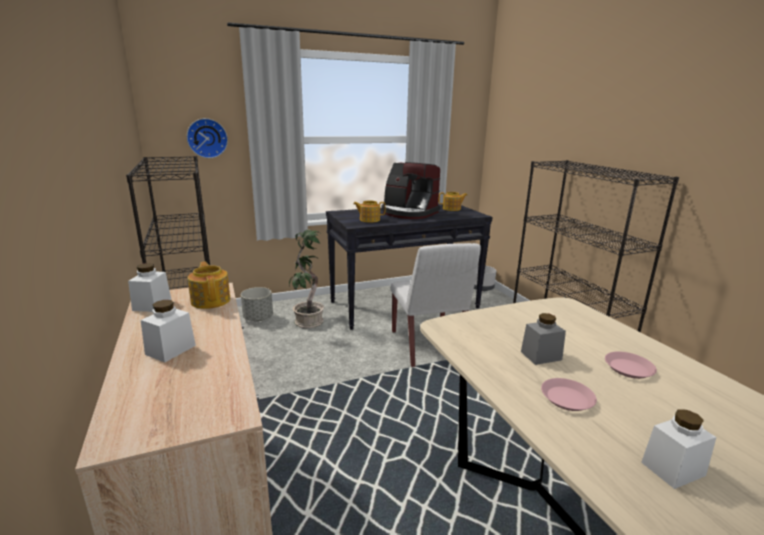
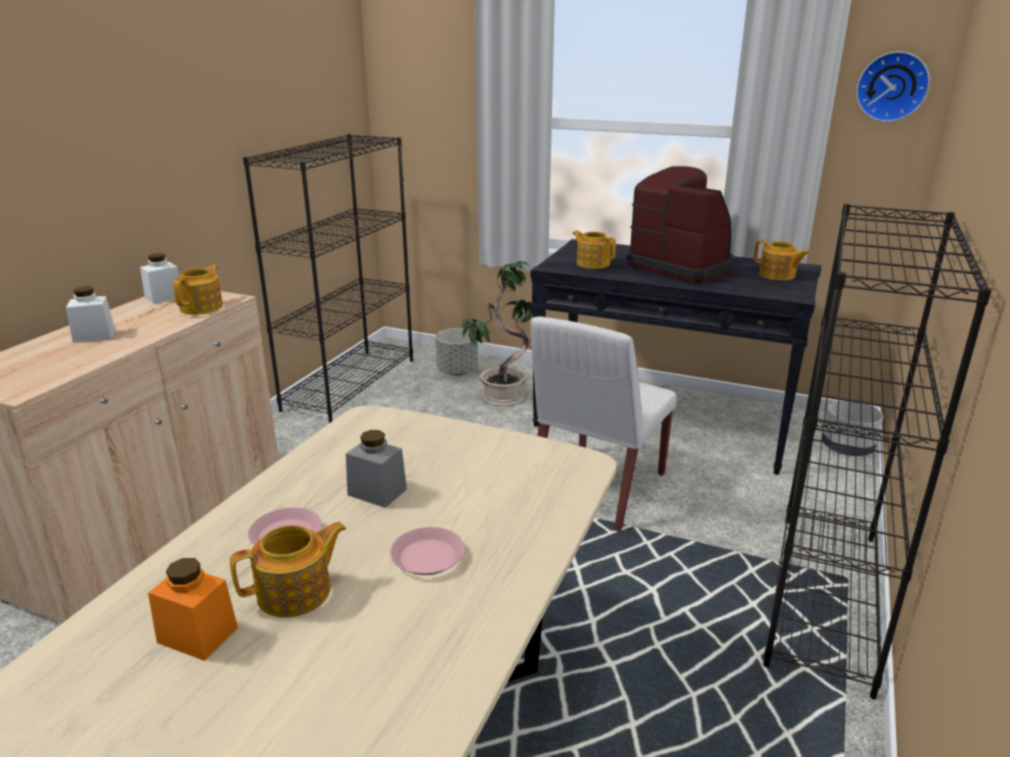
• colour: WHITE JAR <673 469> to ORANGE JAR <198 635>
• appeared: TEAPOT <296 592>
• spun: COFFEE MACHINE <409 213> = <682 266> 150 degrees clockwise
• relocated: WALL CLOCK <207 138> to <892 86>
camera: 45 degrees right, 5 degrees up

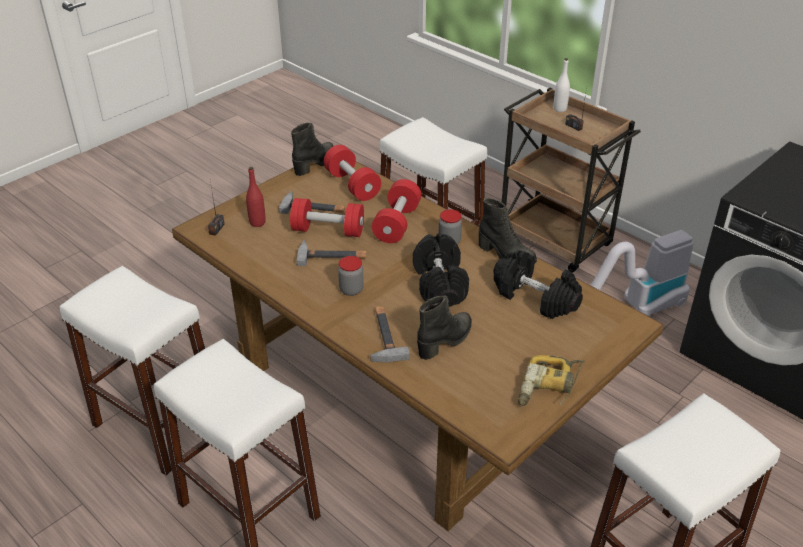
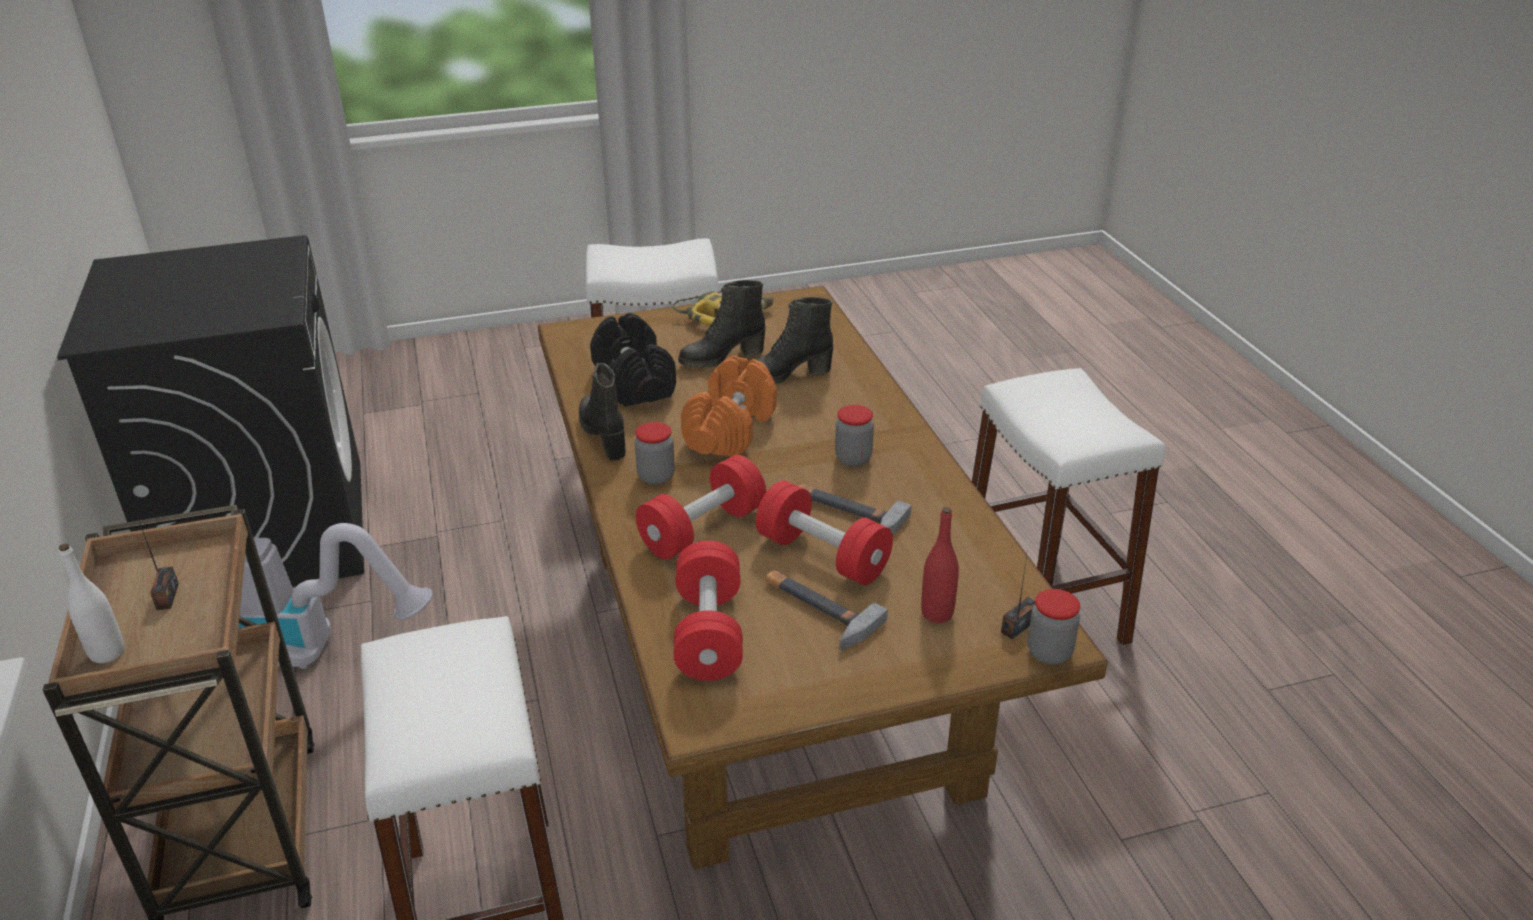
• relocated: BLACK BOOT <315 164> to <721 358>
• colour: BLACK DUMBBELL <439 284> to ORANGE DUMBBELL <730 430>
• appeared: JAR <1049 653>
• missing: WHITE STOOL <158 425>
• missing: HAMMER <383 336>
camera: 150 degrees left, 5 degrees down

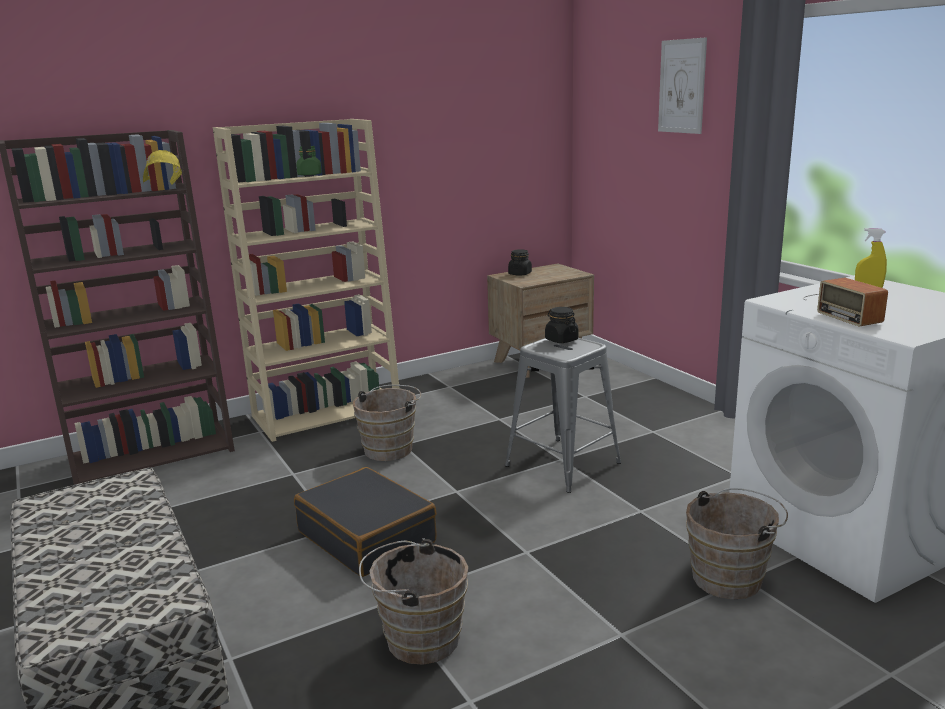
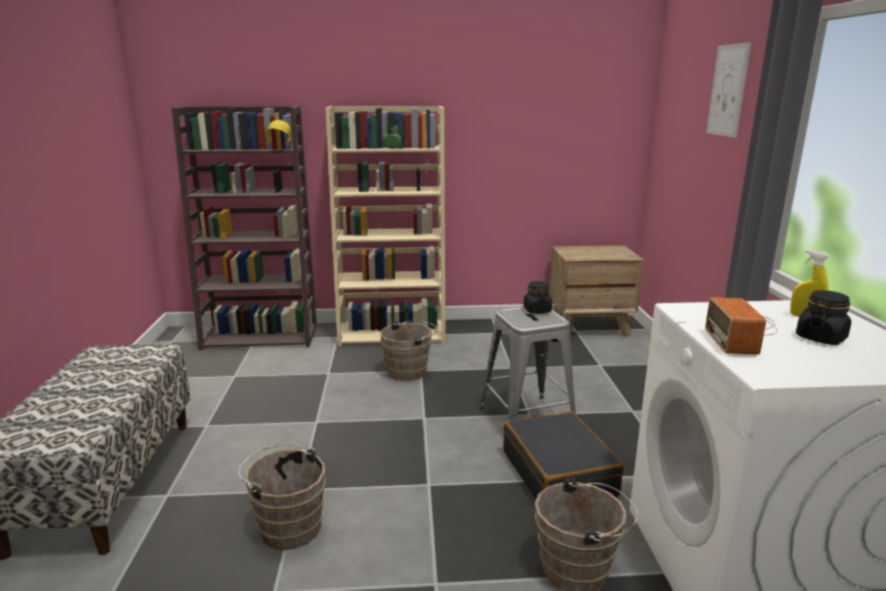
• relocated: BLACK SUITCASE <367 536> to <559 473>
• relocated: BLACK JAR <520 274> to <820 338>
camera: 25 degrees right, 0 degrees up

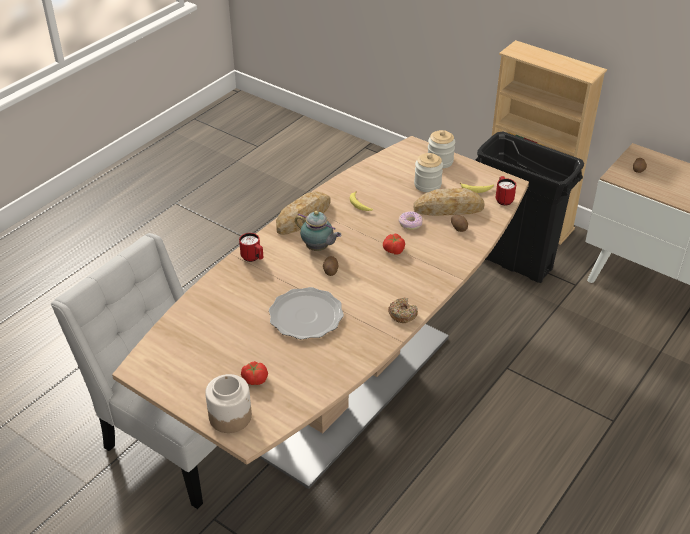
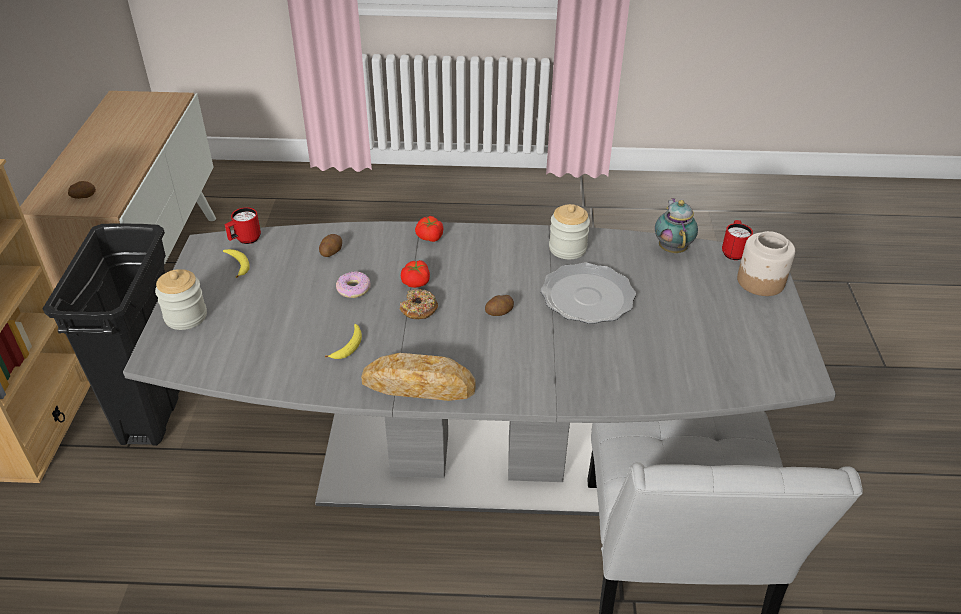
• colour: BROWN DINING TABLE <345 385> to GREY DINING TABLE <477 459>
• relocated: DONUT <402 314> to <419 309>
• relocated: TOMATO <255 379> to <429 237>
• relocated: JAR <427 185> to <567 248>
• relocated: TEAPOT <318 248> to <672 248>
• relocated: RED MUG <253 258> to <733 251>
• missing: BREAD <448 208>
camera: 125 degrees left, 0 degrees up

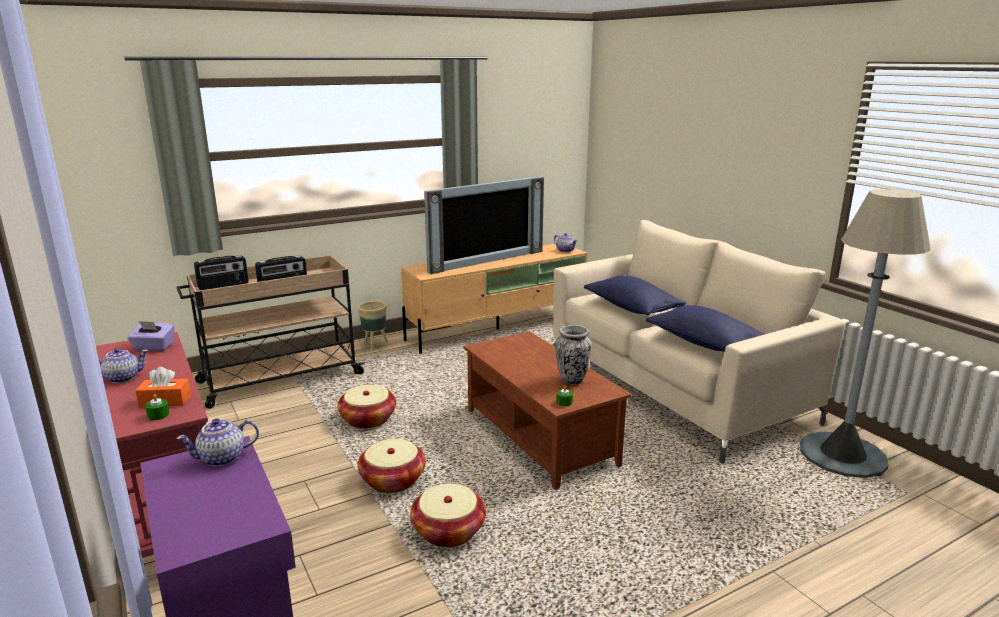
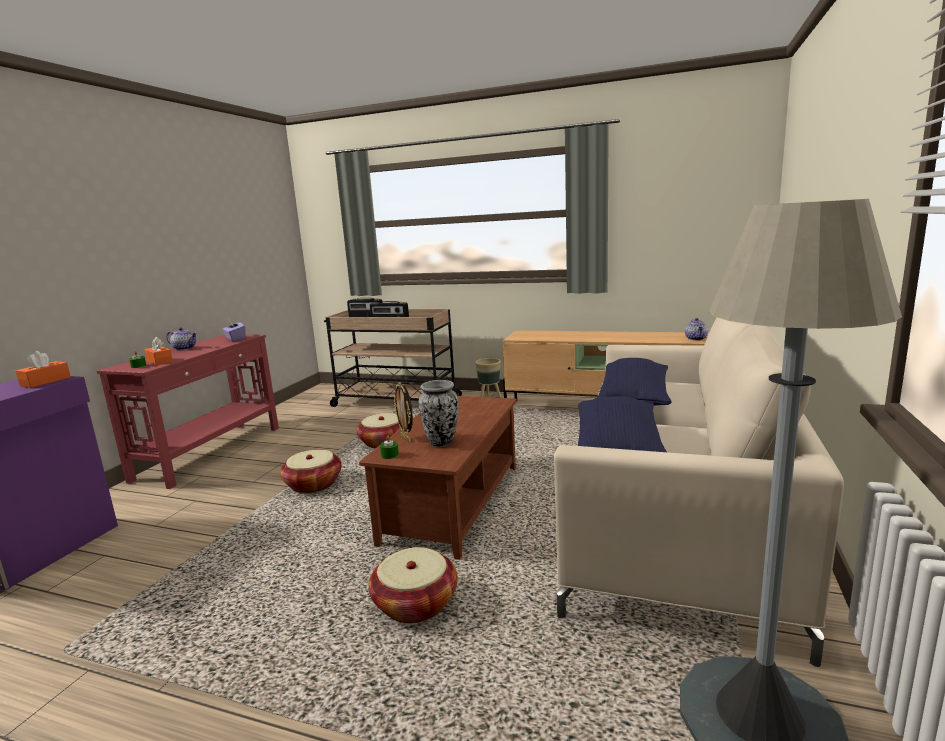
• exchanged: TEAPOT <221 458> to ORANGE TISSUE BOX <45 381>
• relocated: BASKET <449 531> to <415 604>
• appeared: PICTURE FRAME <406 439>
• missing: TELEVISION <484 260>
camera: 50 degrees right, 5 degrees down

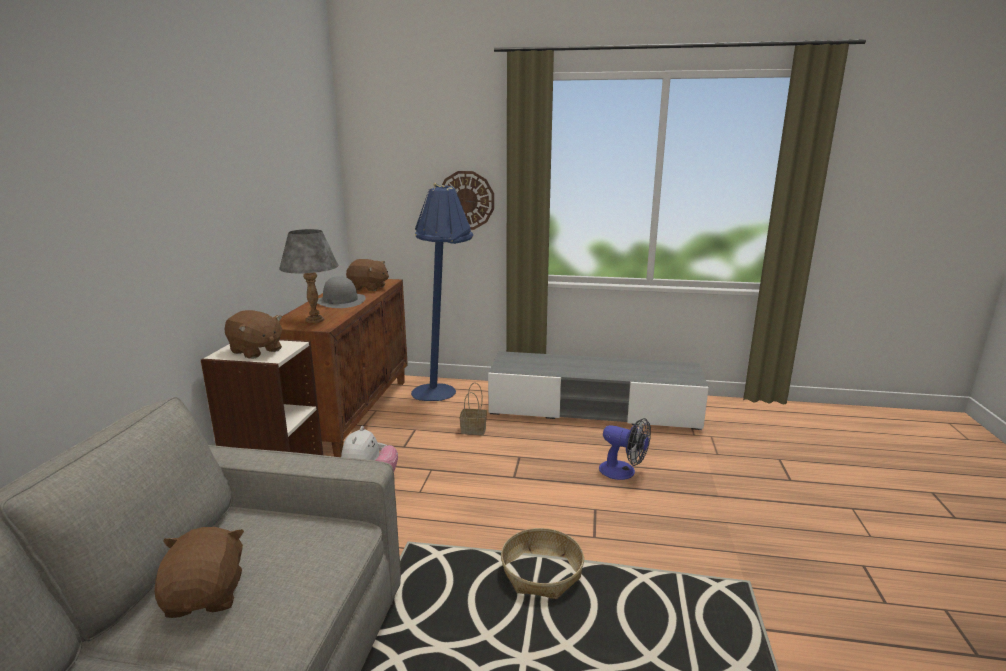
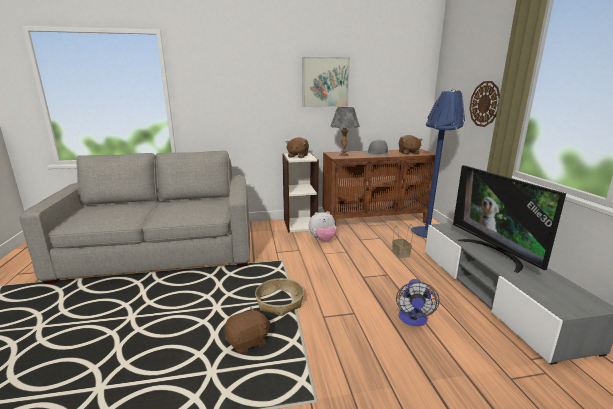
• relocated: BROWN PLUSH TOY <207 596> to <248 342>
• appeared: PICTURE <325 82>
• appeared: TELEVISION <495 253>
camera: 70 degrees right, 0 degrees up

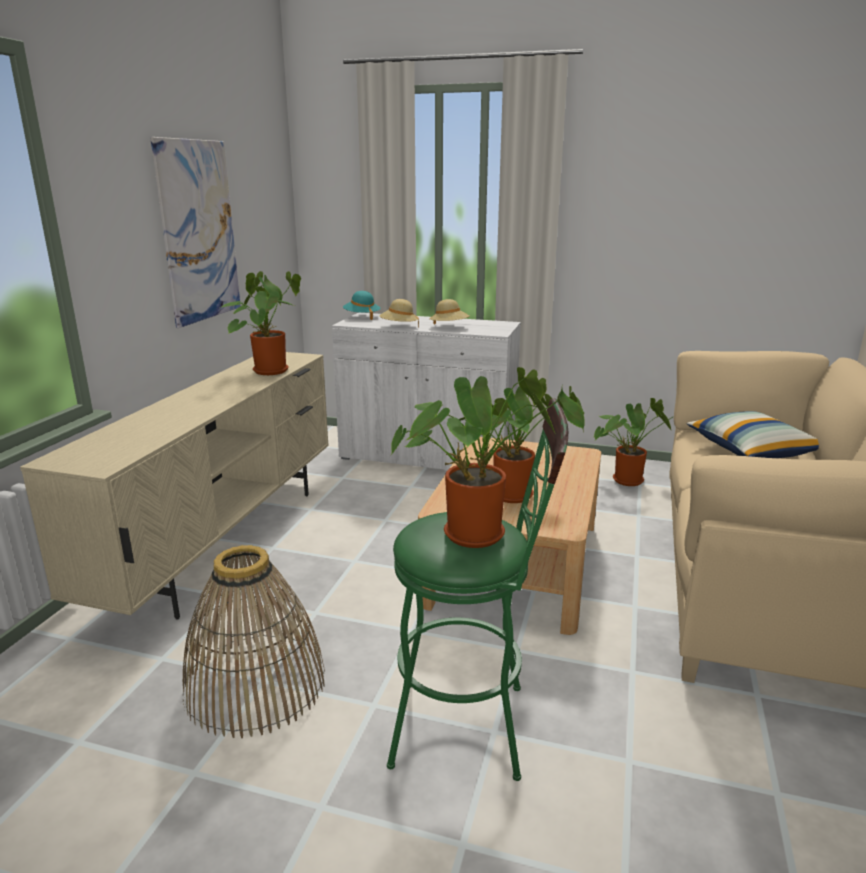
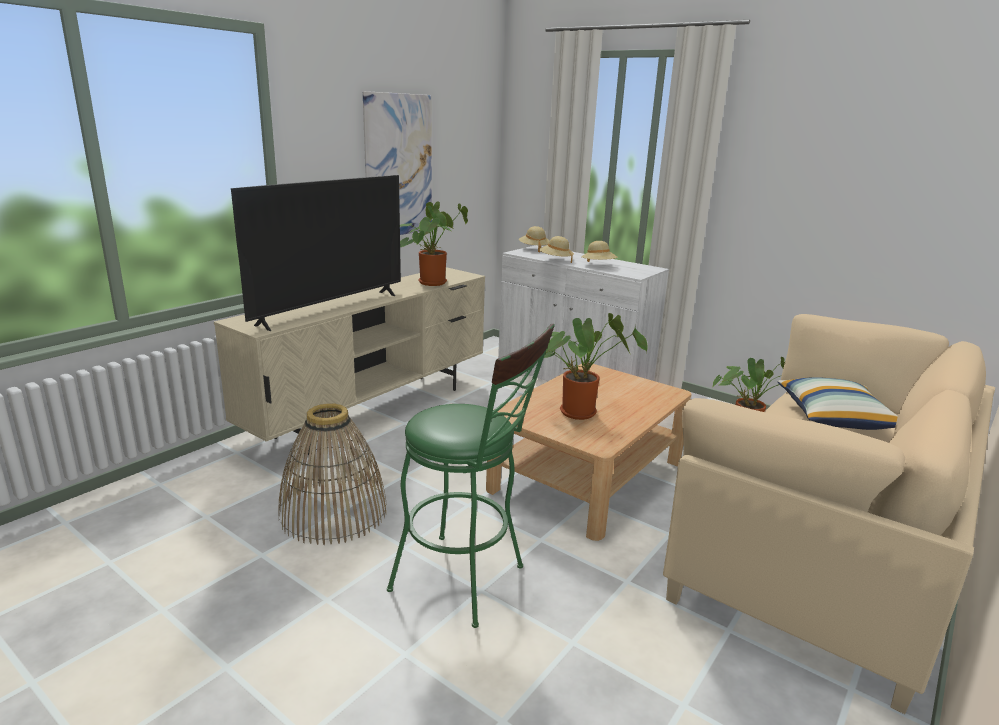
• appeared: TELEVISION <330 309>
• colour: TURQUOISE HAT <361 317> to BEIGE HAT <534 249>
• missing: POTTED PLANT <479 532>
camera: 20 degrees right, 0 degrees up

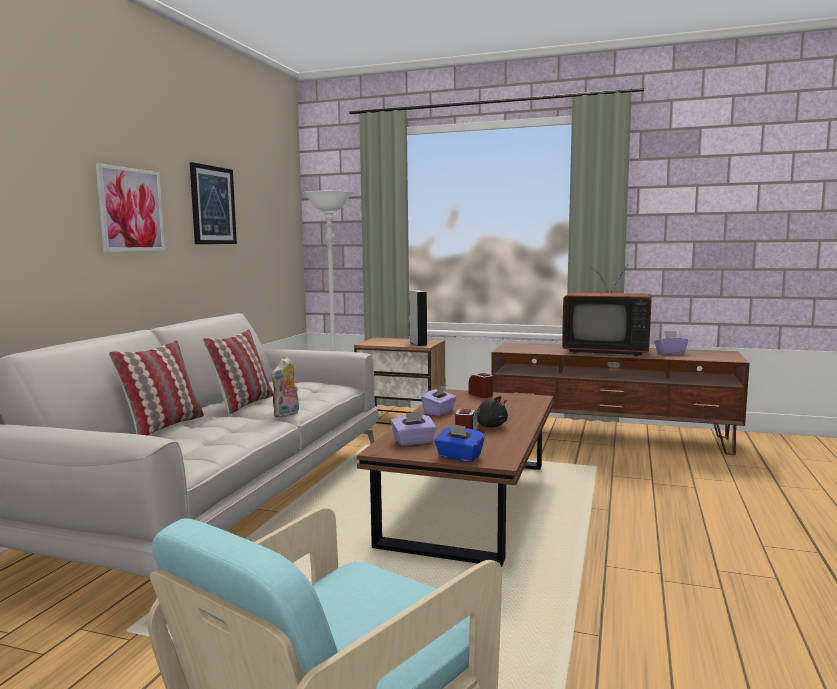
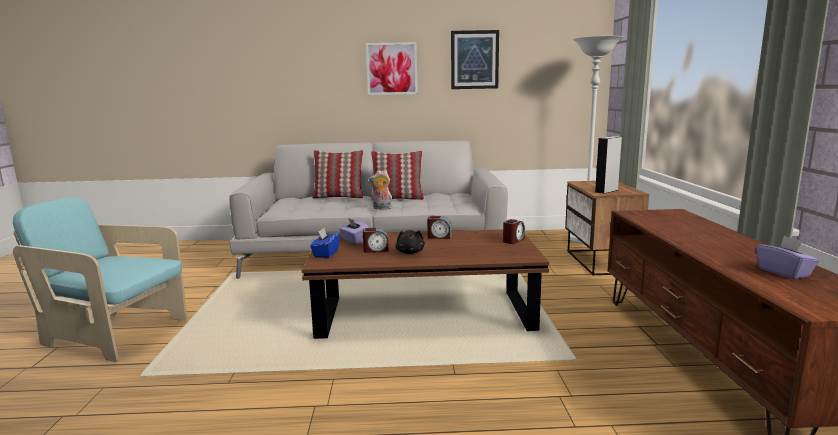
• exchanged: PURPLE TISSUE BOX <439 412> to ALARM CLOCK <439 237>
• missing: TELEVISION <605 351>
camera: 70 degrees right, 5 degrees up

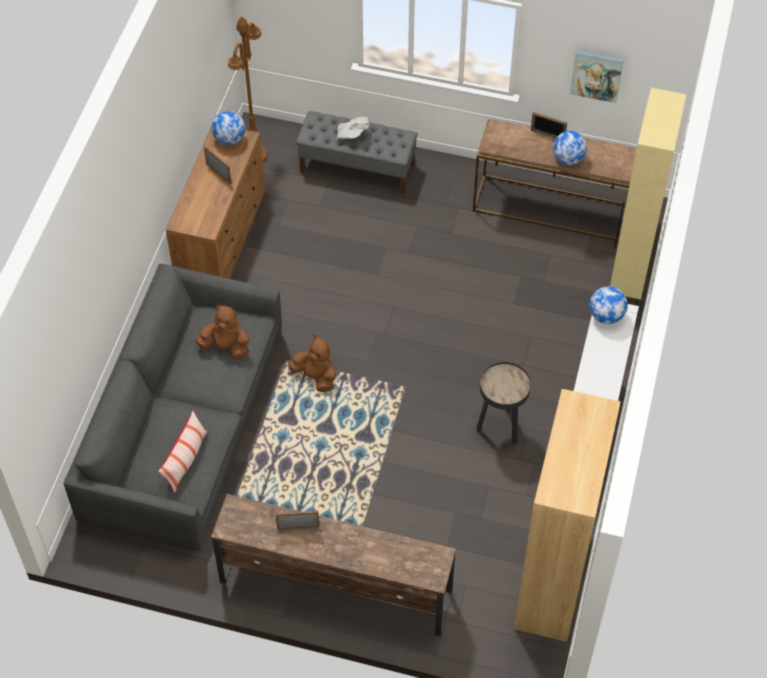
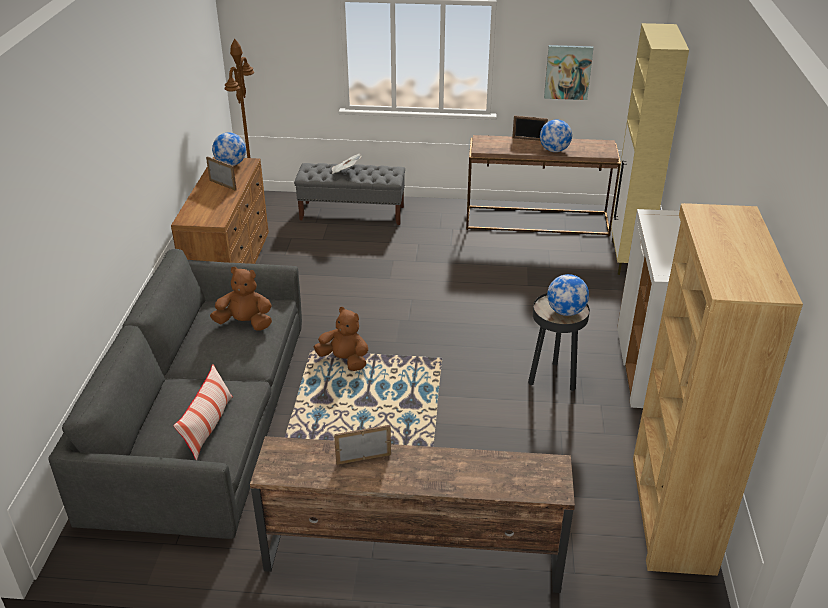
• relocated: GLOBE <606 316> to <565 311>
camera: 10 degrees left, 20 degrees down

